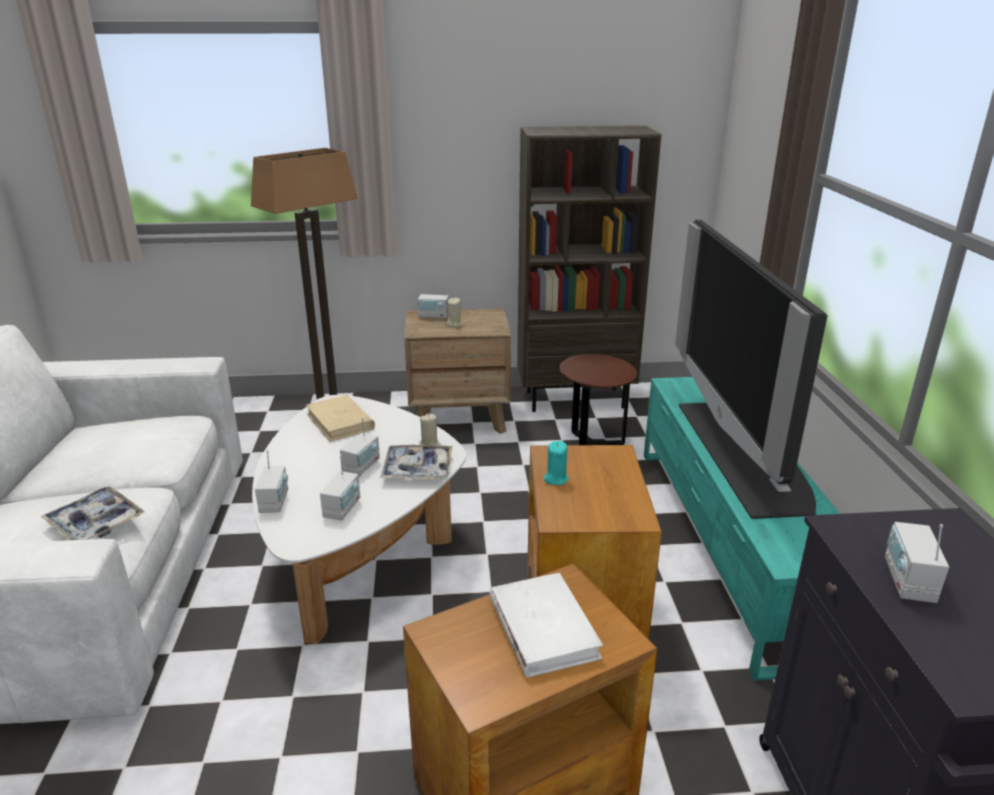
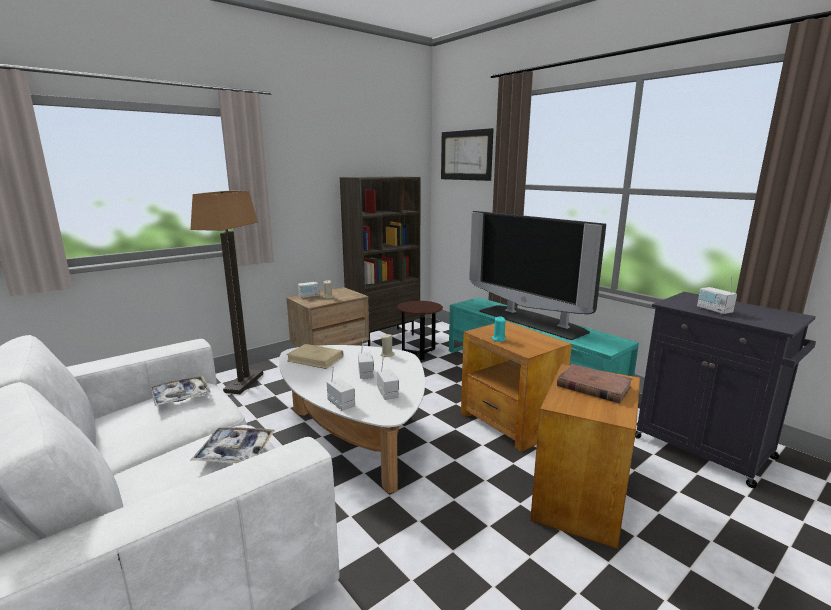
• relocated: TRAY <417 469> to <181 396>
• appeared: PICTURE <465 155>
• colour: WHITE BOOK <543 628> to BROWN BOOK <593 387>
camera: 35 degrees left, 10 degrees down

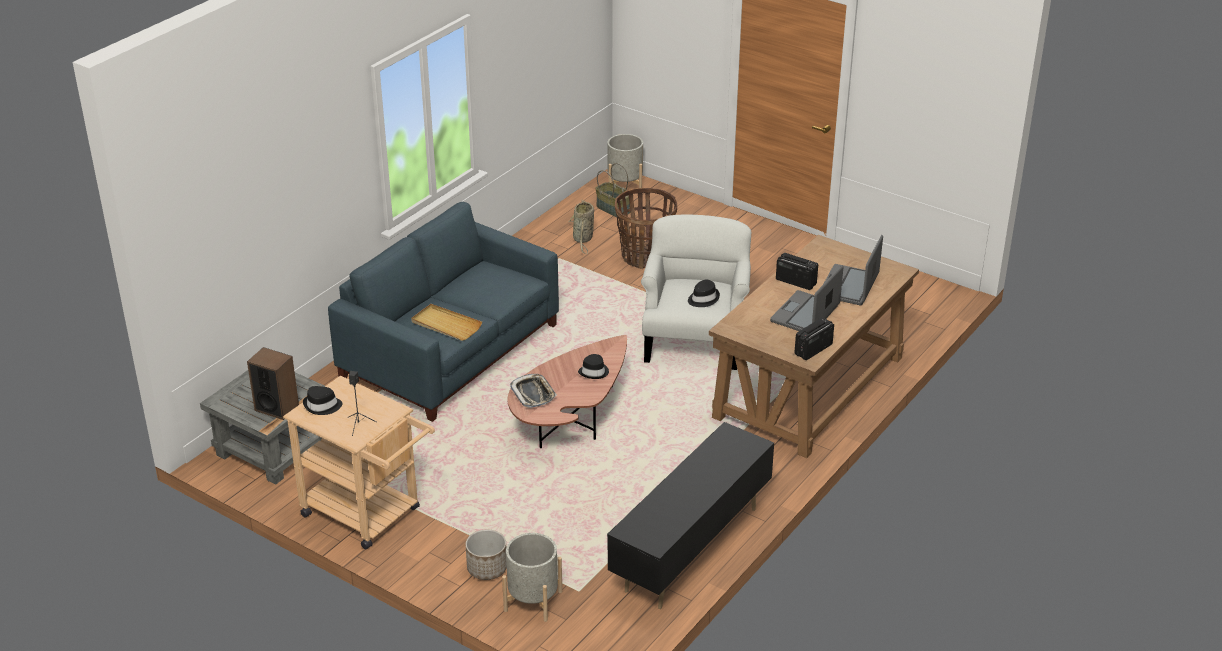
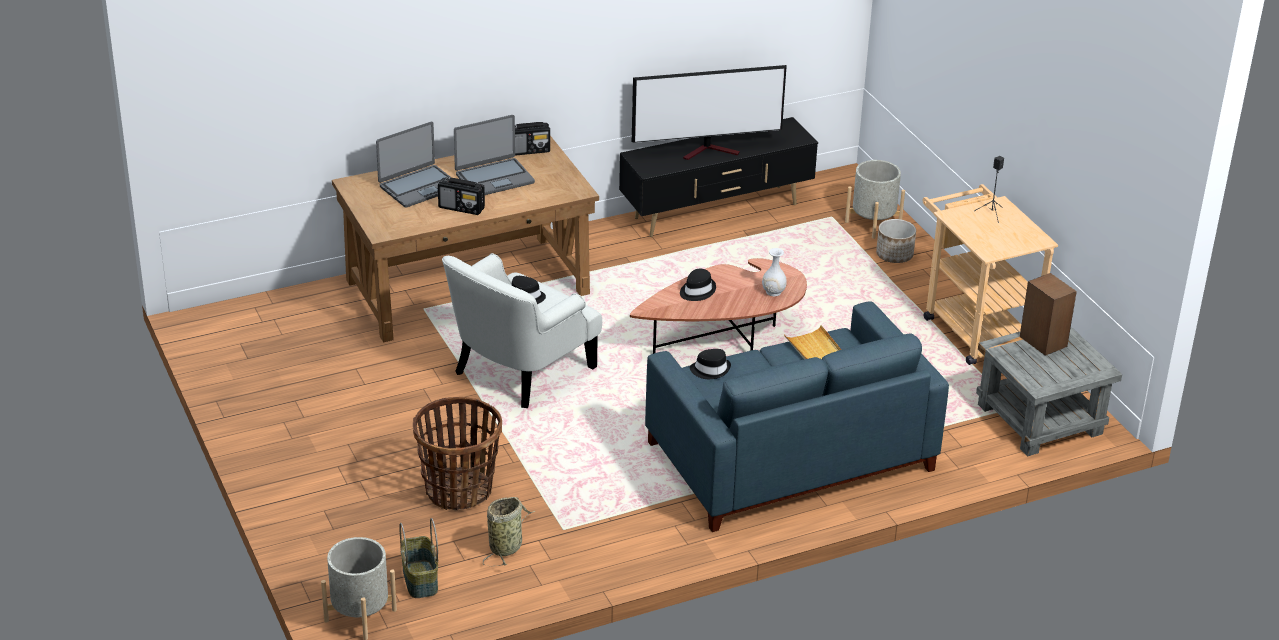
• spun: RADIO <795 281> = <462 208> 45 degrees counterclockwise
• appeared: TELEVISION <710 151>
• relocated: BLACK HAT <322 406> to <710 369>
• exchanged: TRAY <533 394> to WHITE VASE <773 292>
camera: 150 degrees left, 0 degrees up

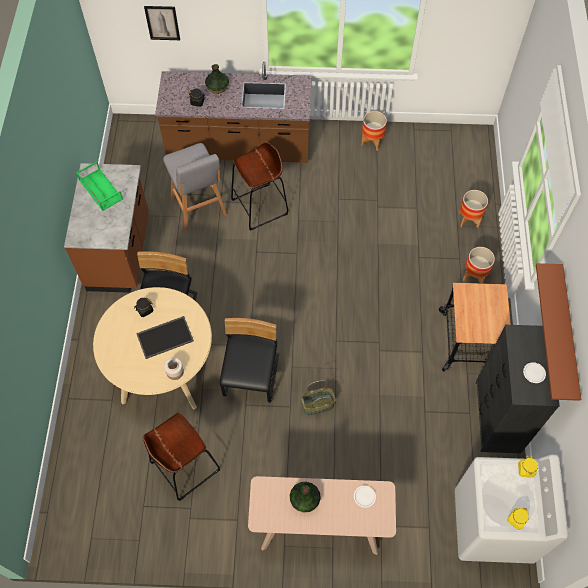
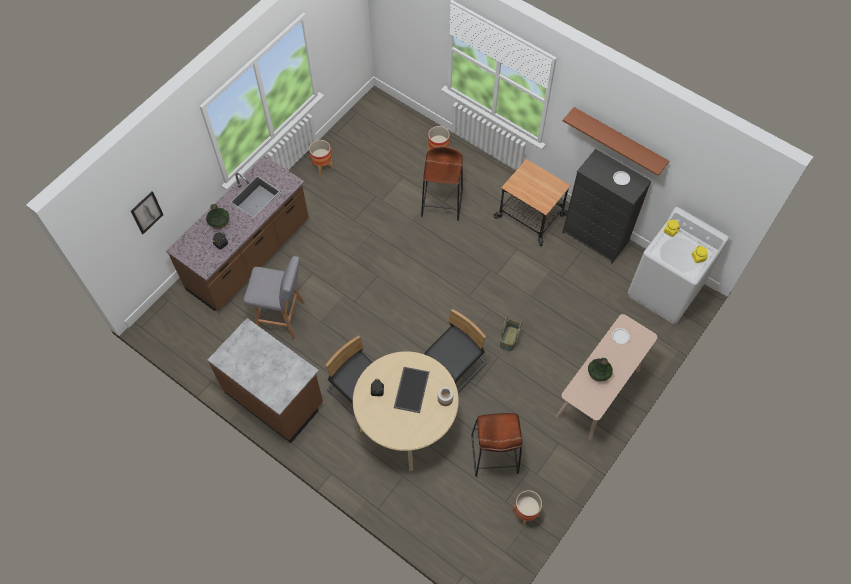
• relocated: BROWN STOOL <260 207> to <442 203>
• spun: BLACK CHAIR <252 376> = <455 367> 90 degrees clockwise
• relocated: PLANTER <474 276> to <525 513>
• missing: GREEN TRAY <100 189>
camera: 55 degrees left, 0 degrees up

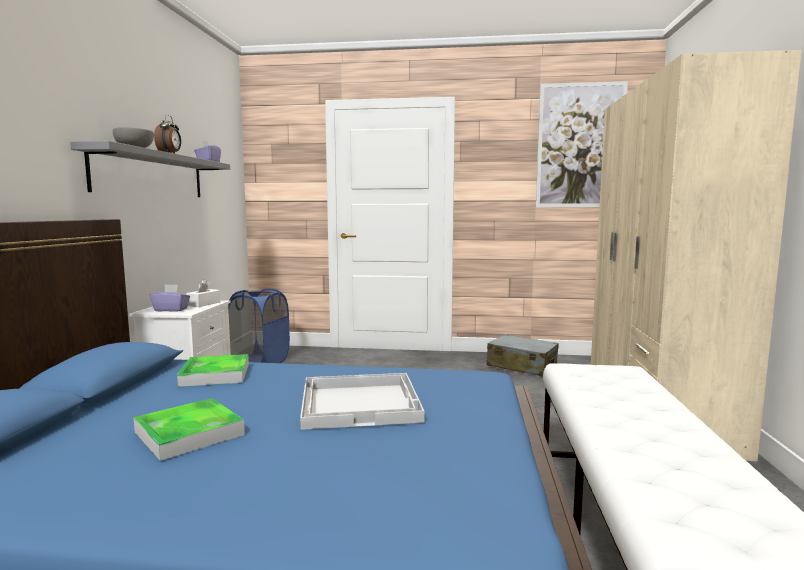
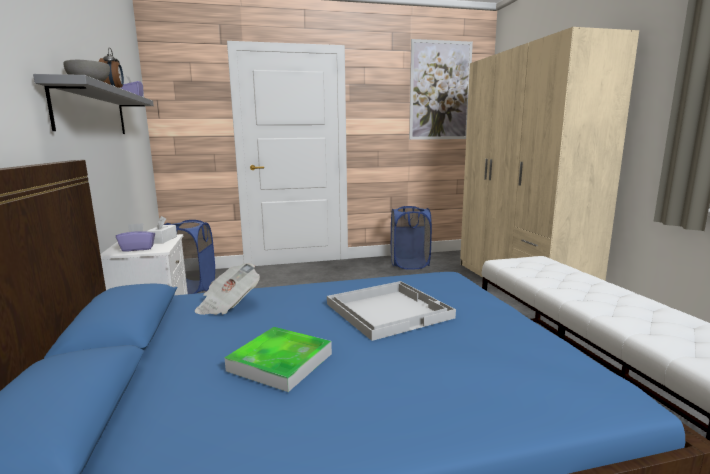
• exchanged: TRAY <215 375> to NEWSPAPER <228 305>
• exchanged: GREY SUITCASE <521 366> to BLUE LAUNDRY BASKET <409 264>
camera: 20 degrees left, 5 degrees up

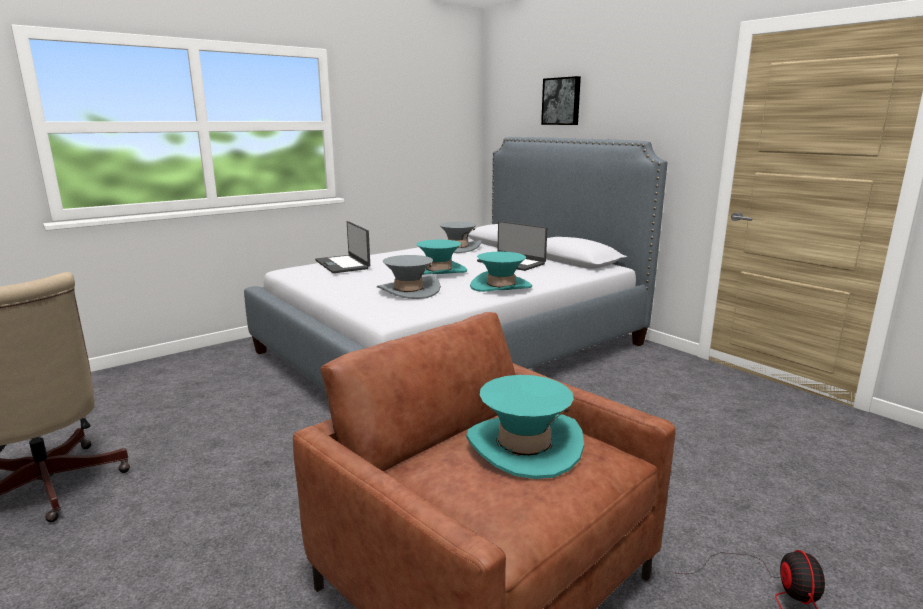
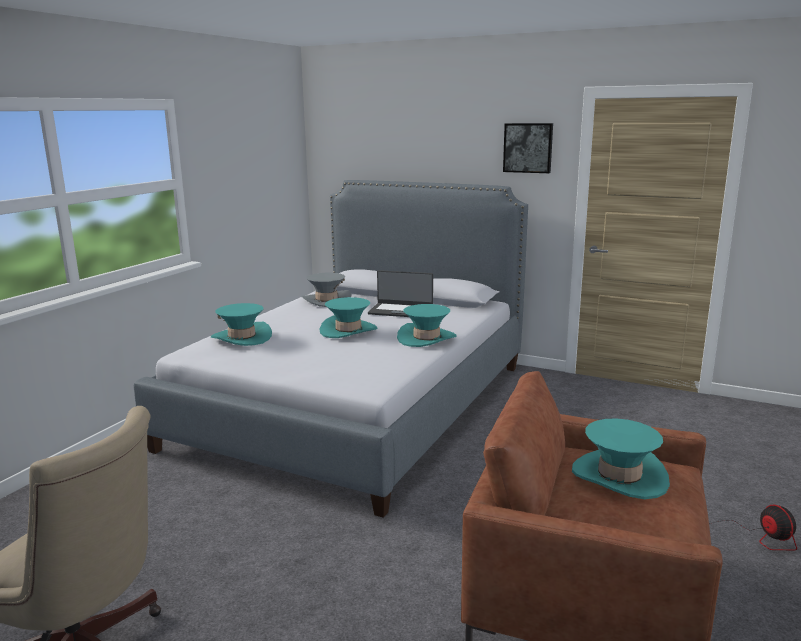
• exchanged: LAPTOP <343 264> to TURQUOISE HAT <242 337>
• relocated: PICTURE <562 101> to <528 148>
• missing: GREY HAT <408 291>
camera: 25 degrees left, 0 degrees up

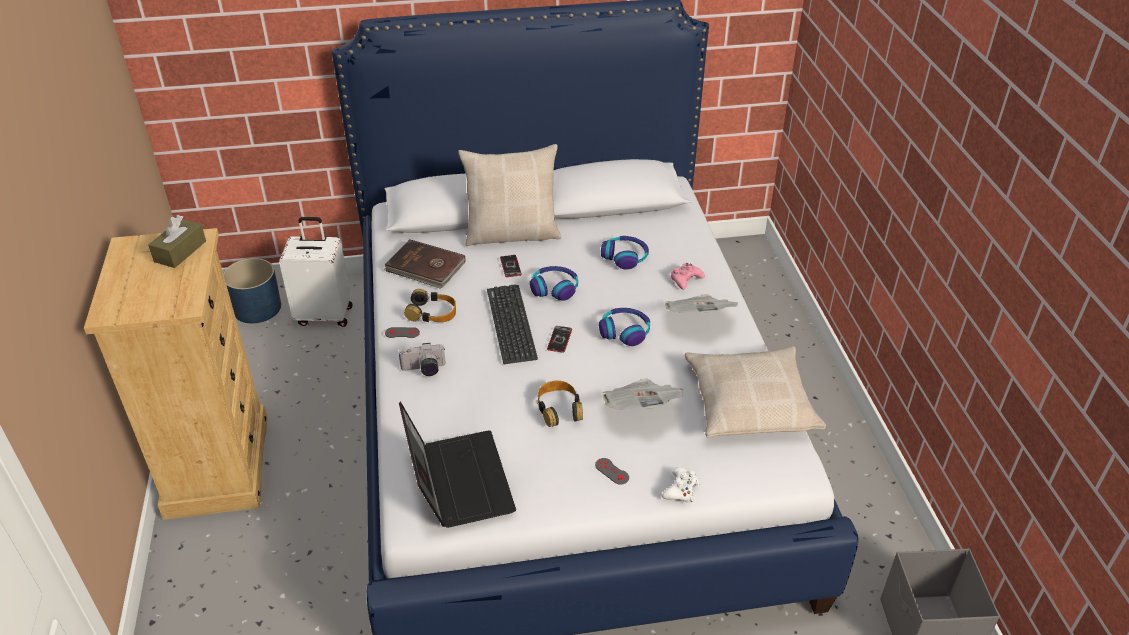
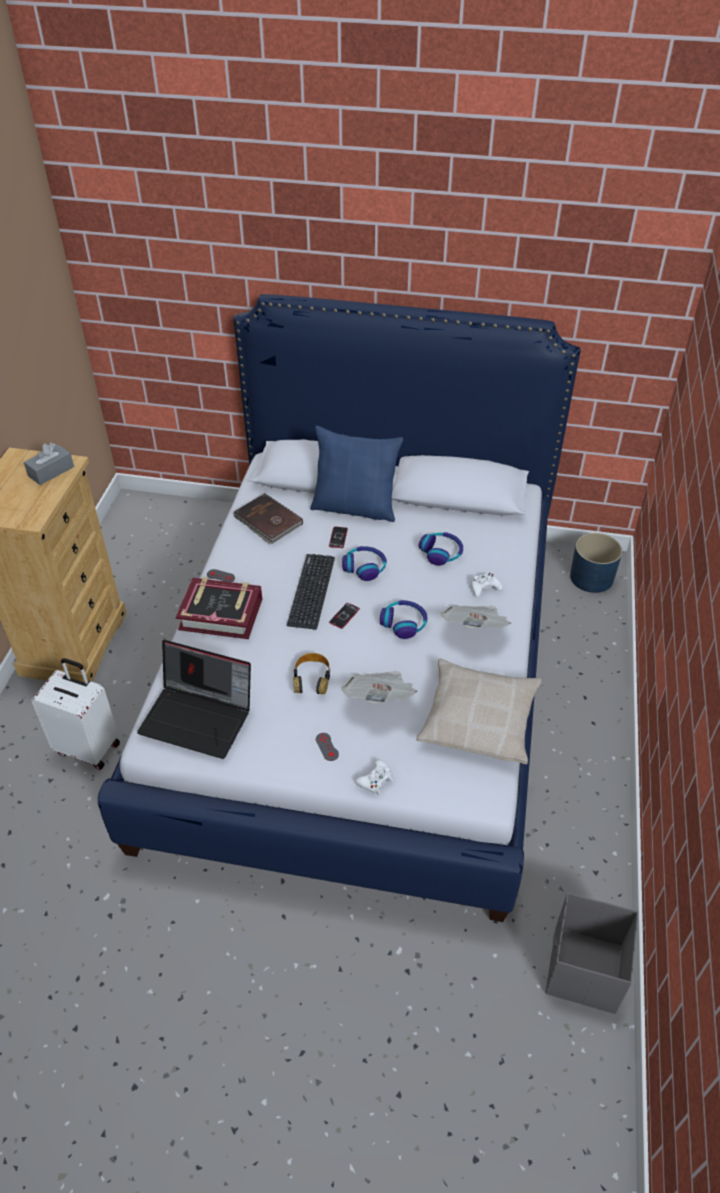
• colour: BROWN TISSUE BOX <180 251> to GREY TISSUE BOX <51 471>
• relocated: WHITE SUITCASE <325 315> to <89 747>
• spun: LAPTOP <457 480> = <199 717> 105 degrees clockwise
• exchanged: PHOTO CAMERA <423 370> to BOOK <221 613>
• colour: BEIGE PILLOW <512 233> to BLUE PILLOW <355 507>
• colour: PINK GAME CONTROLLER <685 279> to WHITE GAME CONTROLLER <484 587>
• relocated: BLUE PLANTER <257 308> to <591 577>
• missing: HEADPHONES <432 313>
camera: 20 degrees right, 5 degrees up

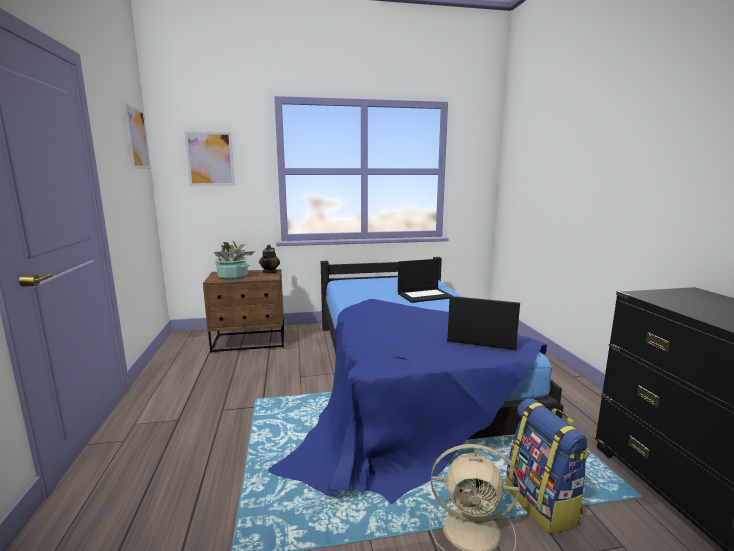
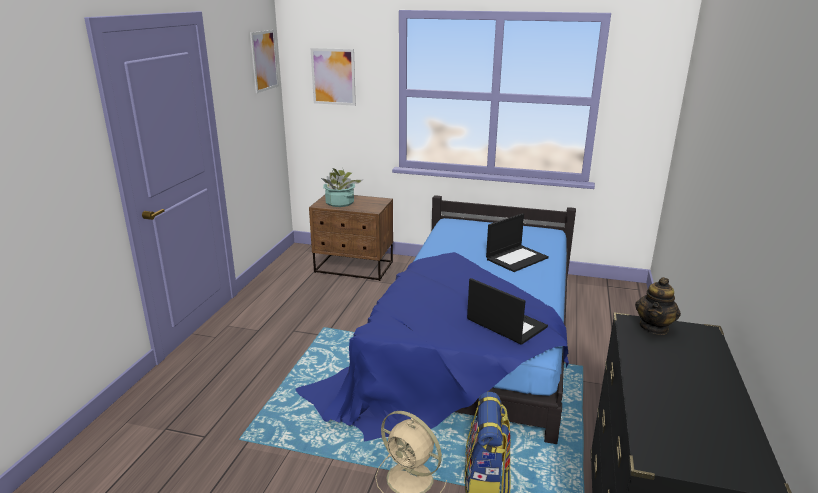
• spun: LAPTOP <425 295> = <517 258> 45 degrees counterclockwise
• relocated: TEAPOT <270 272> to <654 327>
camera: 25 degrees right, 10 degrees up

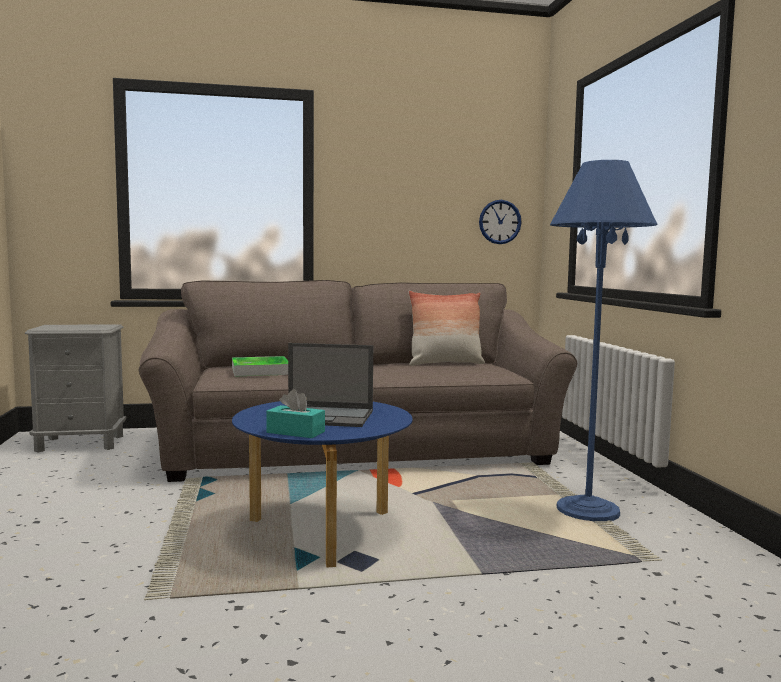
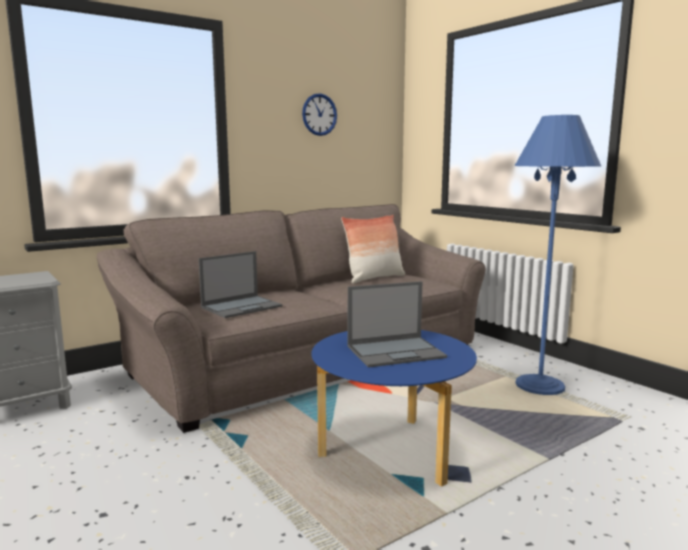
• exchanged: TRAY <260 371> to LAPTOP <242 307>
• relocated: WALL CLOCK <500 222> to <319 114>
• missing: TURQUOISE TISSUE BOX <295 432>
camera: 25 degrees left, 5 degrees up

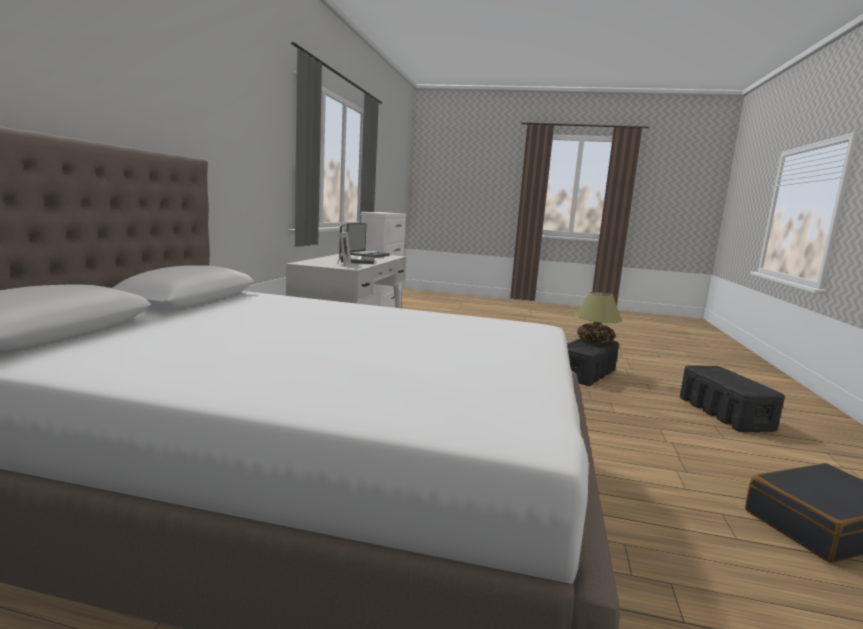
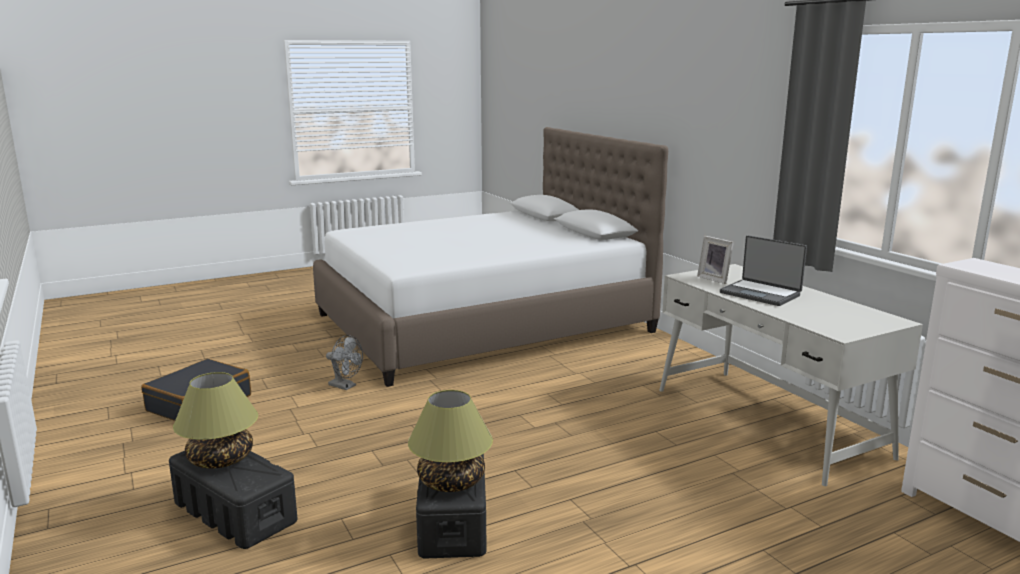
• appeared: TABLE LAMP <220 459>
• appeared: GREY FAN <345 386>
• missing: LAPTOP <367 255>
camera: 140 degrees right, 5 degrees up

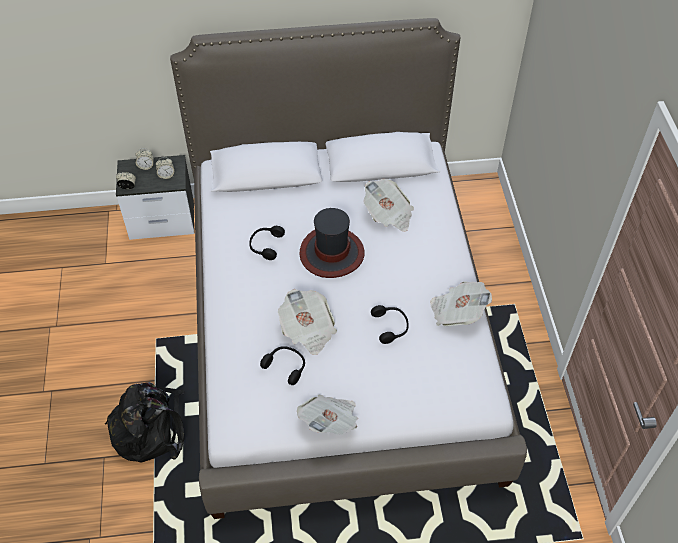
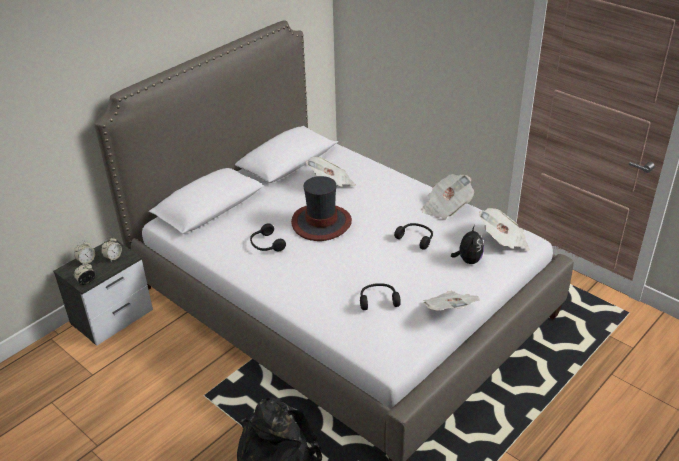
• appeared: PLUSH TOY <468 260>
• relocated: NEWSPAPER <308 330> to <503 241>
camera: 40 degrees left, 15 degrees down

